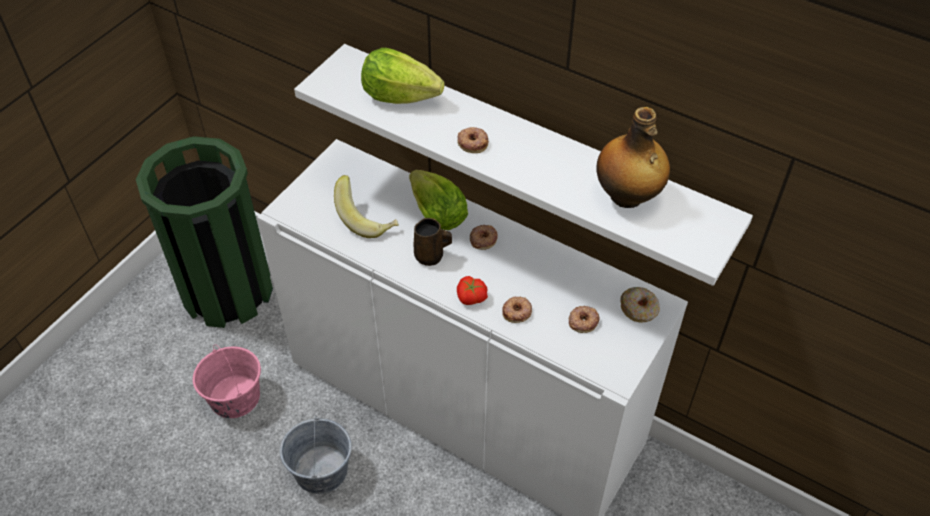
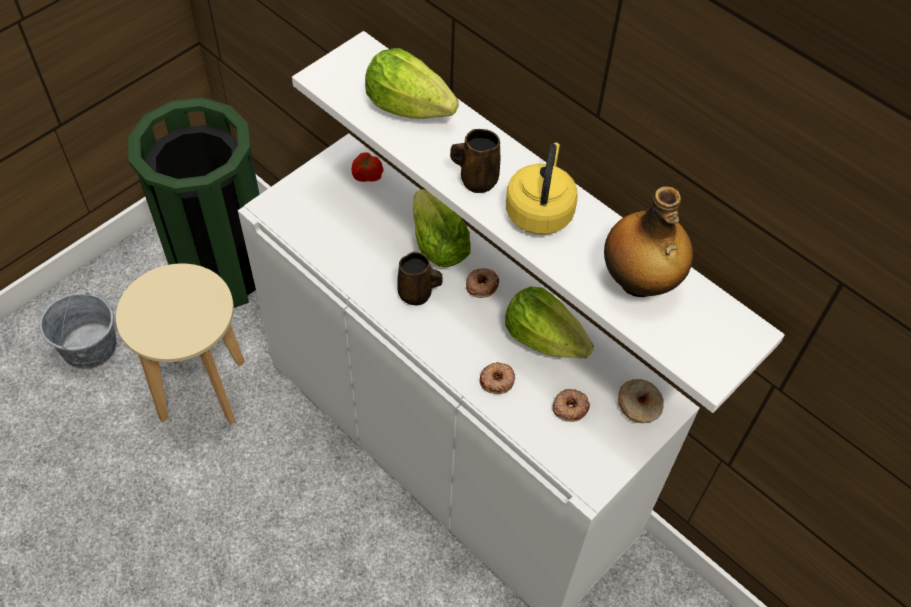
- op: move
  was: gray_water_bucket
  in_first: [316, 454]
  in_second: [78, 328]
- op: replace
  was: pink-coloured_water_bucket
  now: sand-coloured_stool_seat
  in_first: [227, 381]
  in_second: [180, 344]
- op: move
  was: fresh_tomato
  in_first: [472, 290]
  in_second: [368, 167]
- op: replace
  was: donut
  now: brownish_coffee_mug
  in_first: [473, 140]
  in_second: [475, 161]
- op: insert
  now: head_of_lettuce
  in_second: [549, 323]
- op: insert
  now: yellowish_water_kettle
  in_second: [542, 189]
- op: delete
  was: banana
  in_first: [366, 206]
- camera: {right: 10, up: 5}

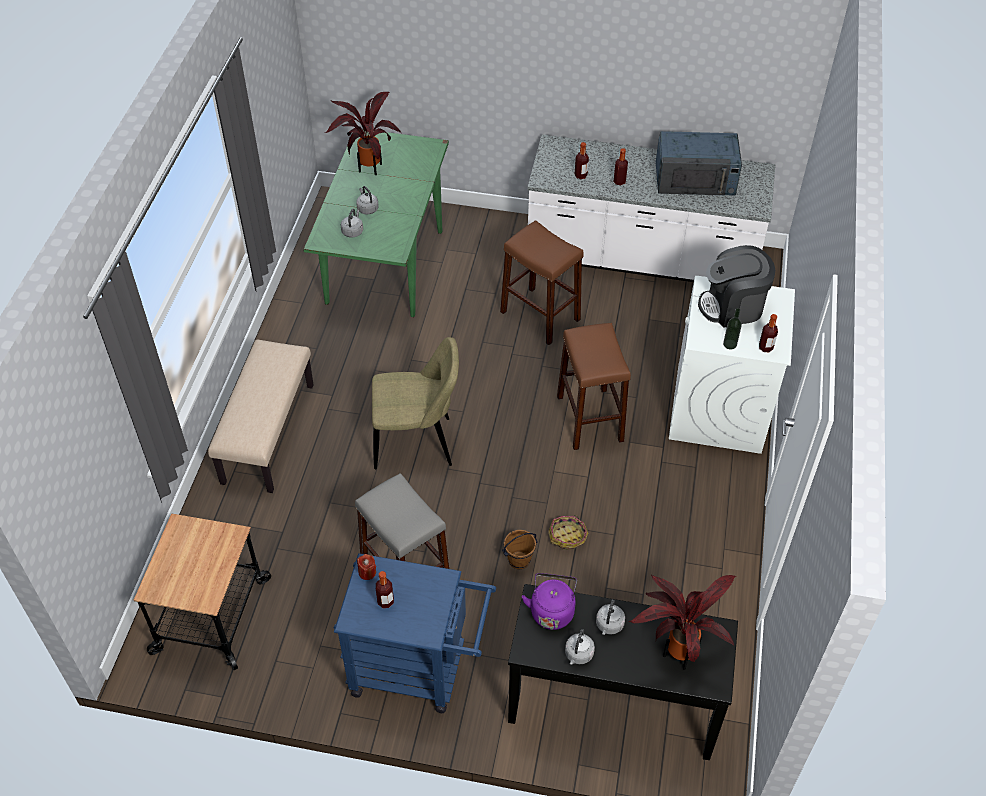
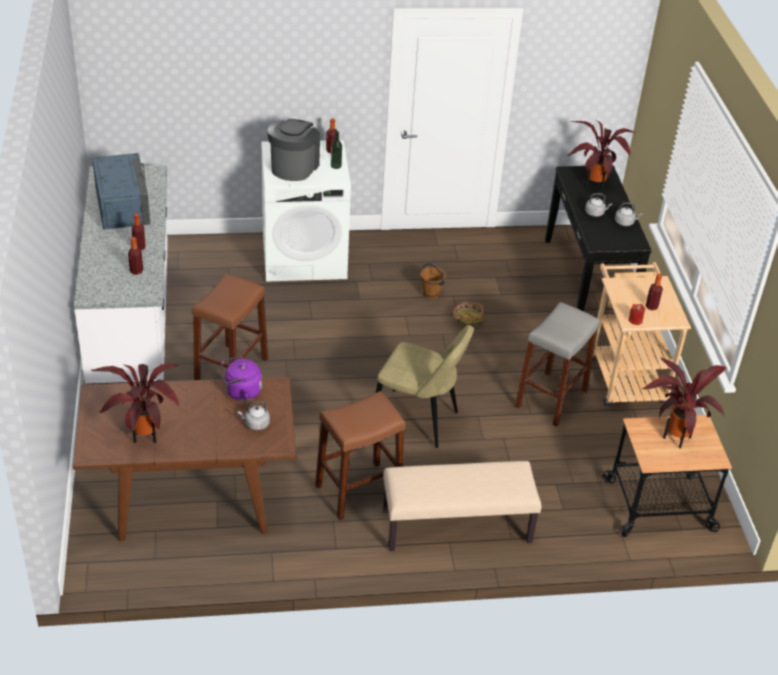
- op: recolor
  was: green-coloured_dinner_table
  now: brownish_dinner_table
  in_first: [376, 223]
  in_second: [184, 459]
- op: move
  was: purple_water_kettle
  in_first: [549, 601]
  in_second: [241, 378]
- op: rotate
  was: coffee_brewer
  in_first: [736, 286]
  in_second: [293, 150]
  clockwise: -135
- op: move
  was: brownish_stool_seat
  in_first: [594, 386]
  in_second: [360, 455]
- op: rotate
  was: sand-coloured_plain_chair
  in_first: [415, 403]
  in_second: [425, 386]
  clockwise: 135
- op: move
  was: brownish_water_bucket
  in_first: [520, 549]
  in_second: [433, 281]
- op: recolor
  was: blue_trolley
  now: sand-coloured_trolley
  in_first: [415, 633]
  in_second: [642, 334]
- op: insert
  now: plant_in_a_pot
  in_second: [684, 402]
- op: delete
  was: gray_water_kettle
  in_first: [367, 200]
- camera: {right: -110, up: -10}

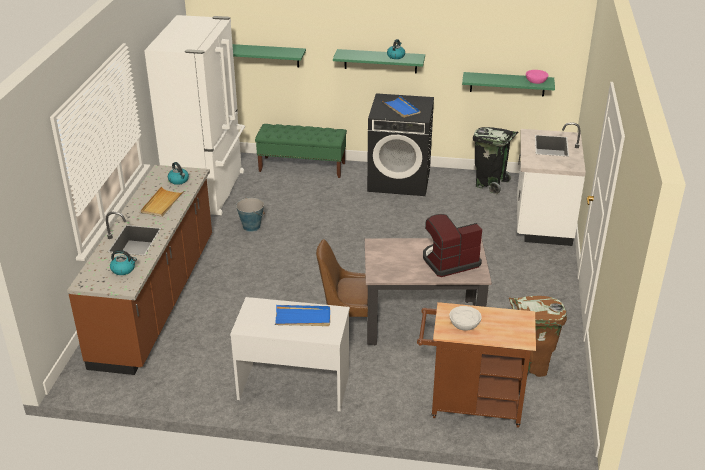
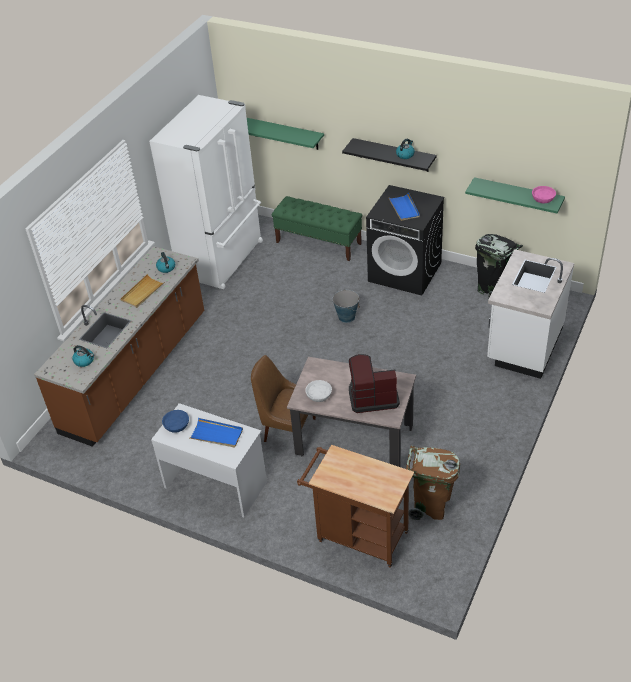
- op: insert
  now: blue_deep_dish
  in_second: [175, 421]
- op: move
  was: white-coloured_deep_dish
  in_first: [465, 318]
  in_second: [318, 391]
- op: move
  was: water_bucket
  in_first: [250, 214]
  in_second: [346, 306]
- op: recolor
  was: green-coloured_bracket_shelf
  now: black-coloured_bracket_shelf
  in_first: [379, 61]
  in_second: [389, 155]
- camera: {right: 20, up: 10}

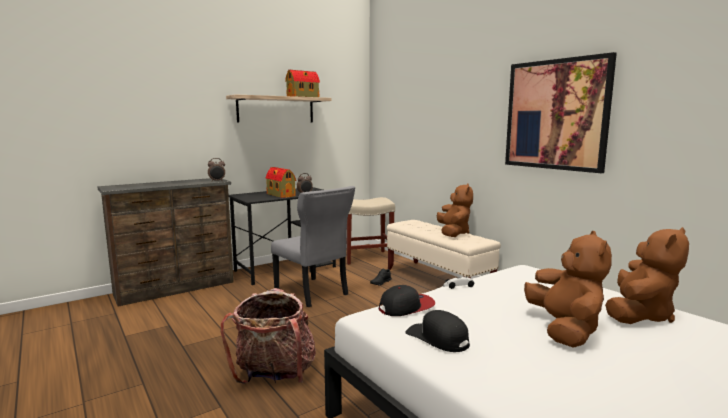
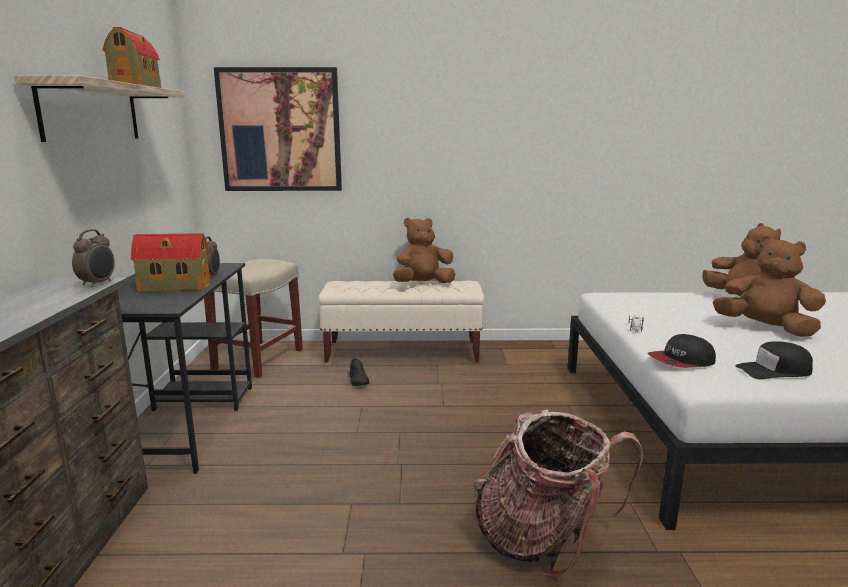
- op: move
  was: picture
  in_first: [561, 112]
  in_second: [278, 129]
- op: rotate
  was: brownish_soft_toy
  in_first: [455, 210]
  in_second: [424, 250]
  clockwise: -60
- op: rotate
  was: cap
  in_first: [407, 300]
  in_second: [682, 351]
  clockwise: -120
- op: delete
  was: gray_plain_chair
  in_first: [313, 246]
- camera: {right: -55, up: 5}

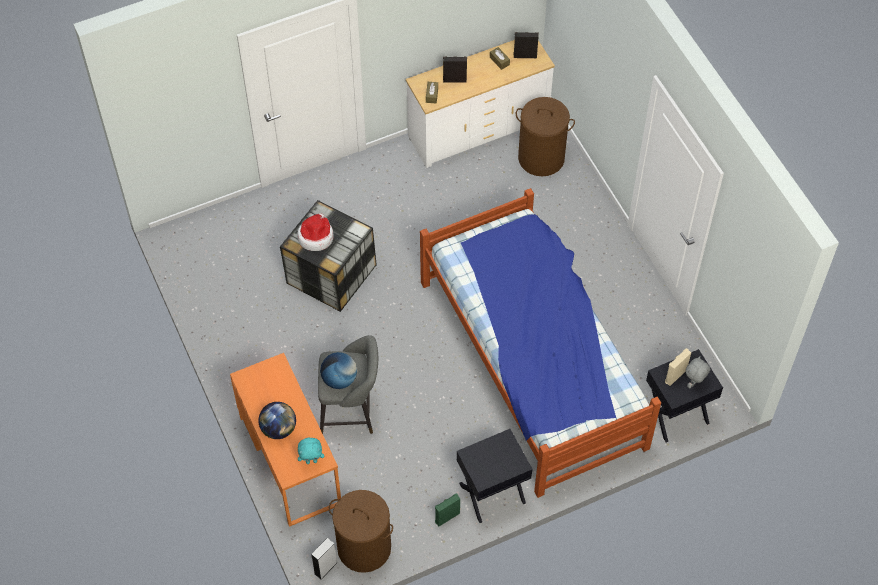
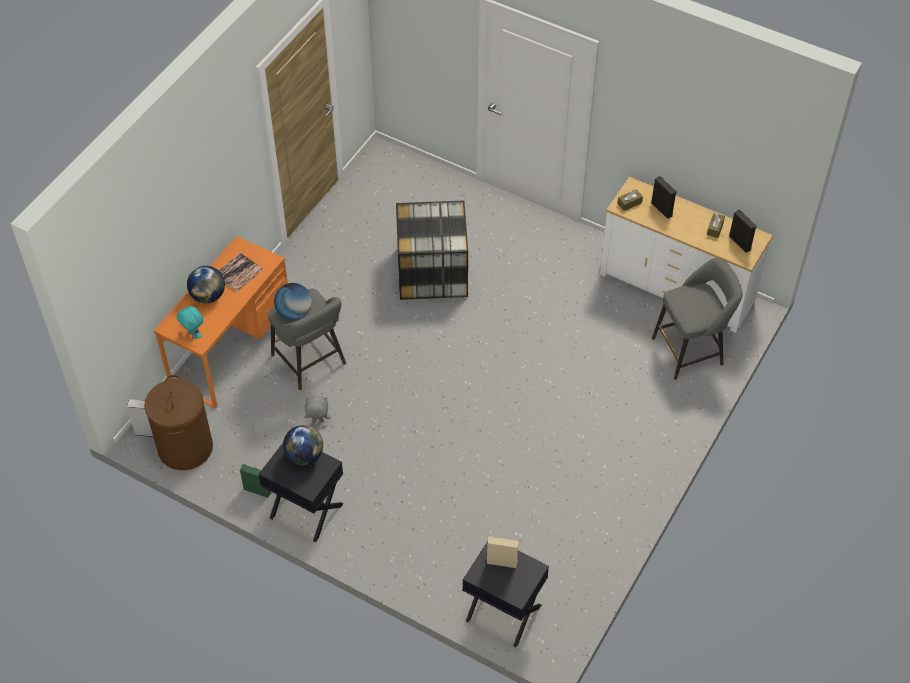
- op: insert
  now: bound_book
  in_second: [241, 272]
- op: insert
  now: desk_globe
  in_second: [303, 445]
- op: move
  was: gray_soft_toy
  in_first: [698, 372]
  in_second: [318, 409]
- op: replace
  was: brownish_laundry_basket
  now: gray_stool_seat
  in_first: [545, 136]
  in_second: [697, 319]
- op: delete
  was: wearable_hat
  in_first: [315, 232]
- op: delete
  was: sleeping_bed
  in_first: [540, 343]
- camera: {right: 55, up: -5}

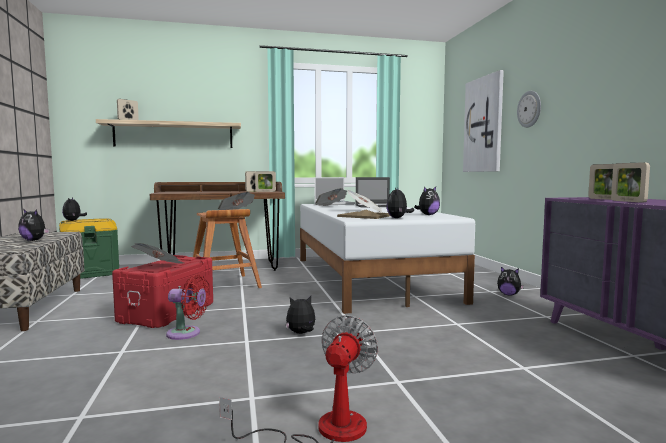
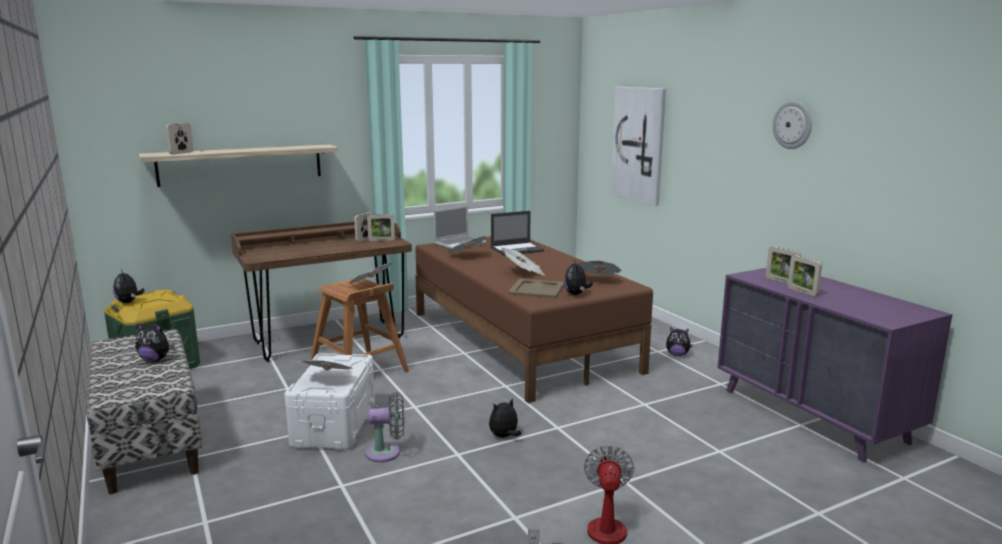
- op: recolor
  was: red-coloured_storage_box
  now: white-coloured_storage_box
  in_first: [162, 291]
  in_second: [330, 401]
- op: recolor
  was: red-coloured_fan
  now: gray_fan
  in_first: [187, 307]
  in_second: [384, 427]
- op: recolor
  was: white-coloured_sleeping_bed
  now: brownish_sleeping_bed
  in_first: [387, 258]
  in_second: [534, 319]
- op: replace
  was: soft_toy
  now: daily_paper
  in_first: [427, 200]
  in_second: [599, 268]
- op: move
  was: clock_on_the_wall
  in_first: [529, 109]
  in_second: [792, 125]
- camera: {right: -15, up: 10}

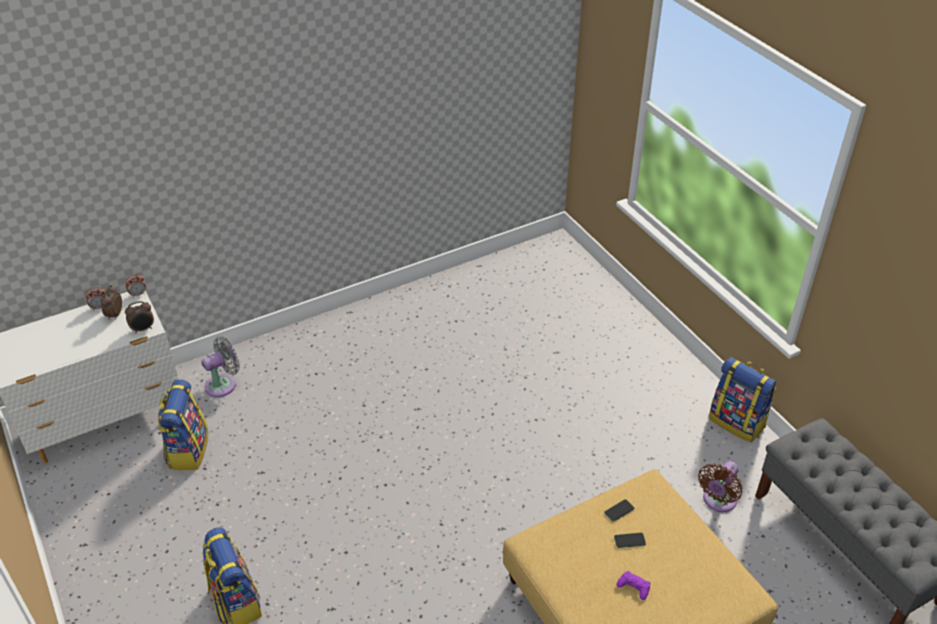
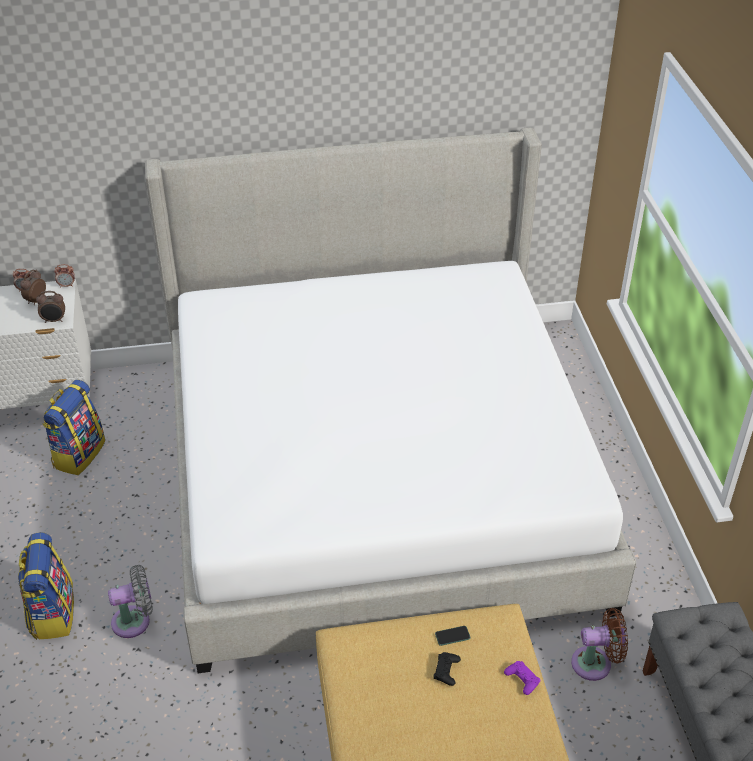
- op: move
  was: gray_fan
  in_first: [220, 366]
  in_second: [130, 601]
- op: insert
  now: sleeping_bed
  in_second: [390, 400]
- op: replace
  was: phone
  now: black-coloured_joypad
  in_first: [630, 540]
  in_second: [447, 669]
- op: move
  was: purple_joypad
  in_first: [633, 585]
  in_second: [522, 678]
- op: rotate
  was: brownish_fan
  in_first: [720, 486]
  in_second: [599, 644]
  clockwise: -150
- op: delete
  was: knapsack
  in_first: [742, 399]
- camera: {right: 20, up: 0}

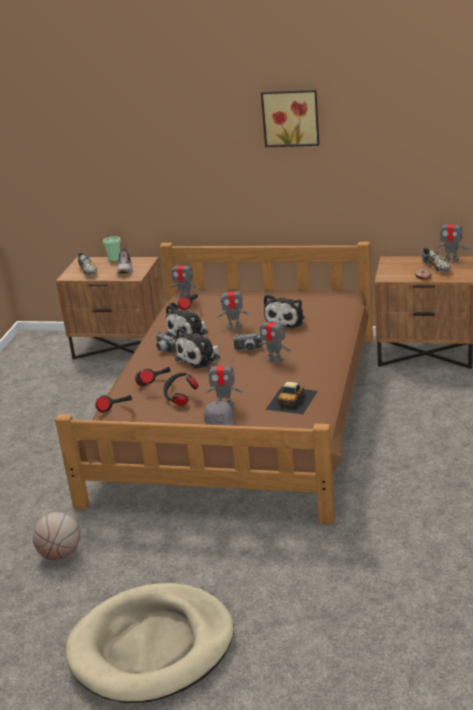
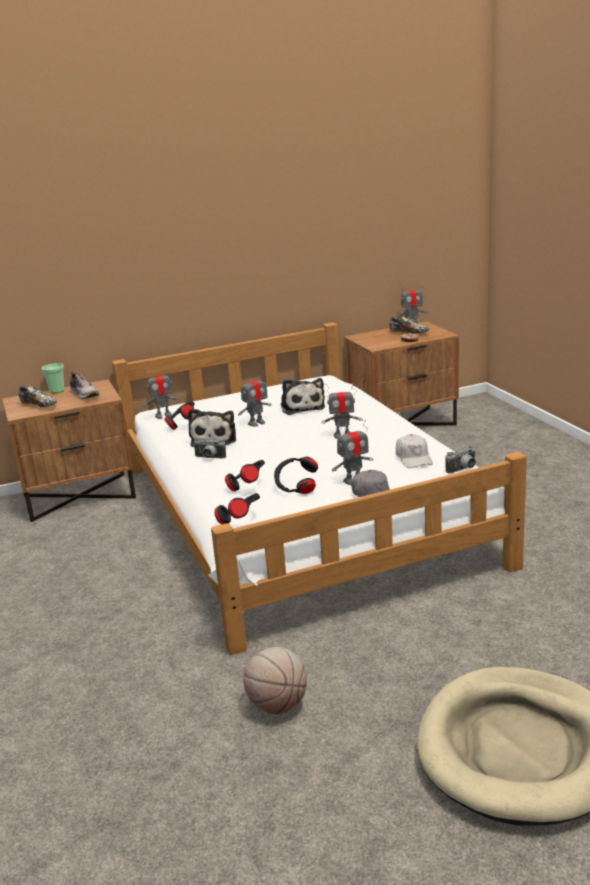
- op: recolor
  was: brownish_sleeping_bed
  now: white-coloured_sleeping_bed
  in_first: [214, 383]
  in_second: [319, 488]
- op: replace
  was: toy_car
  now: white-coloured_cap
  in_first: [291, 398]
  in_second: [414, 451]
- op: move
  was: photo_camera
  in_first: [247, 341]
  in_second: [460, 459]
- op: delete
  was: soft_toy
  in_first: [197, 348]
- op: delete
  was: picture
  in_first: [290, 118]
- camera: {right: -35, up: -5}

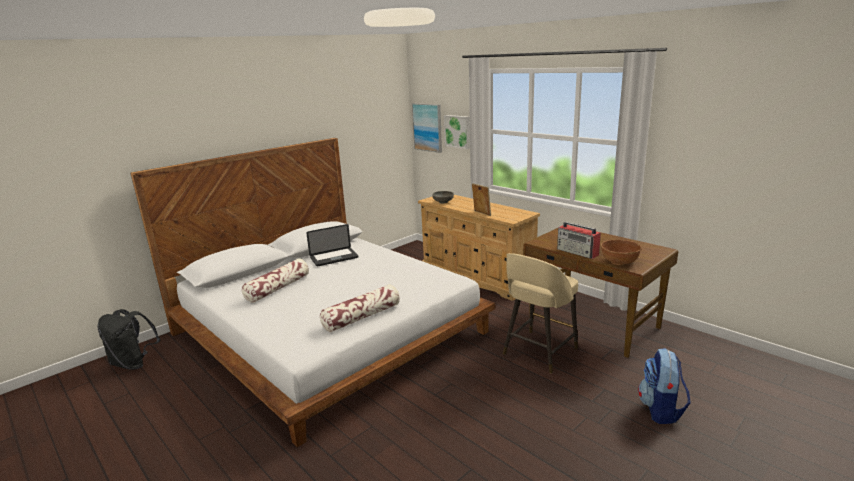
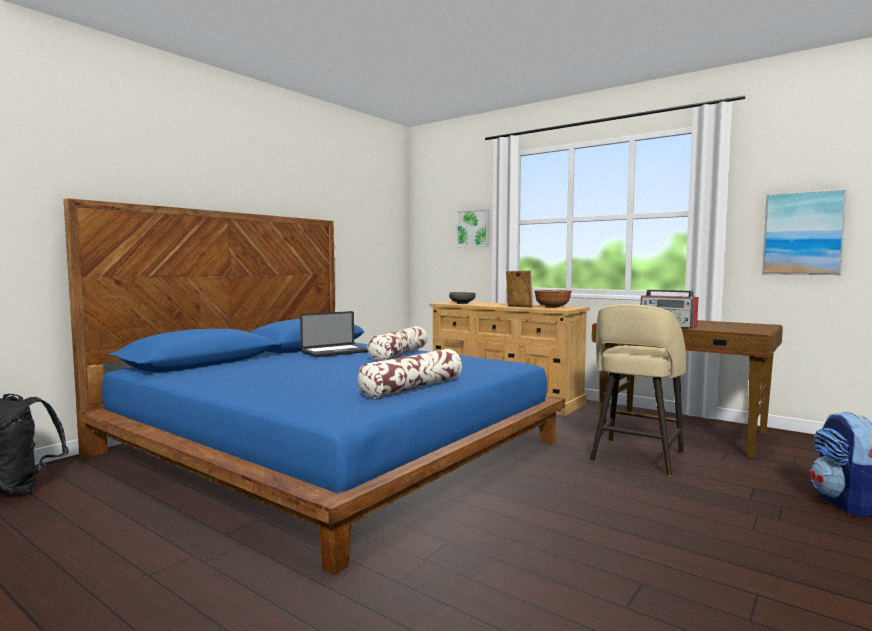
- op: recolor
  was: white-coloured_sleeping_bed
  now: blue_sleeping_bed
  in_first: [312, 292]
  in_second: [314, 386]
- op: move
  was: cushion
  in_first: [275, 280]
  in_second: [397, 343]
- op: move
  was: brownish_deep_dish
  in_first: [621, 252]
  in_second: [553, 299]
- op: move
  was: picture
  in_first: [427, 128]
  in_second: [804, 232]
- camera: {right: -10, up: -15}

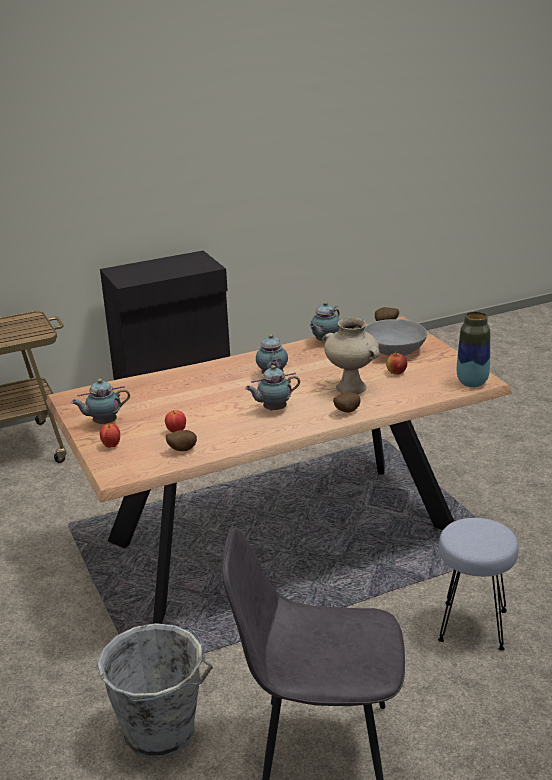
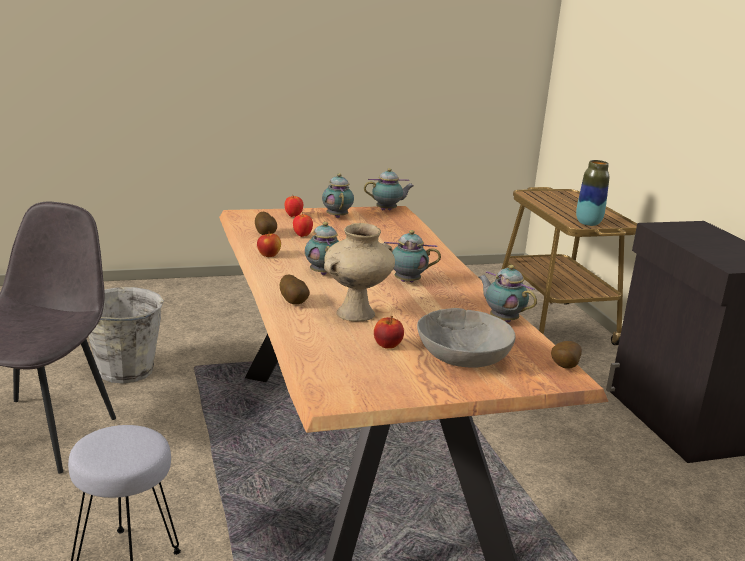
- op: insert
  now: apple
  in_second: [269, 244]
- op: insert
  now: teapot
  in_second: [389, 189]
- op: move
  was: vase
  in_first: [473, 349]
  in_second: [592, 193]
- camera: {right: 95, up: -5}

